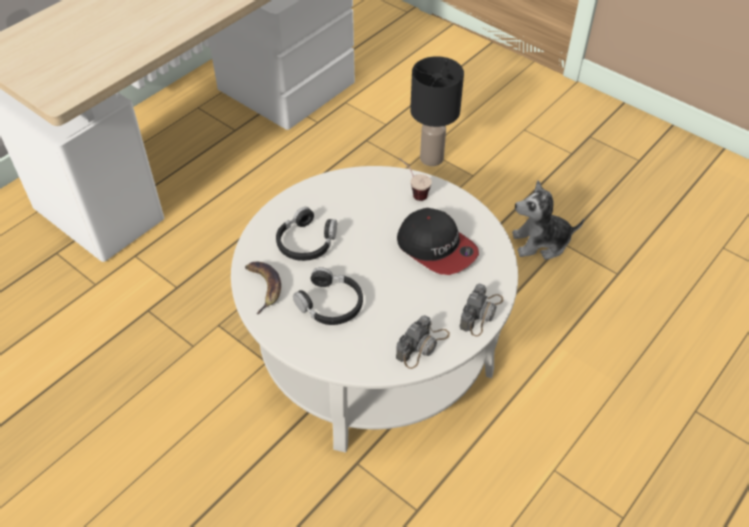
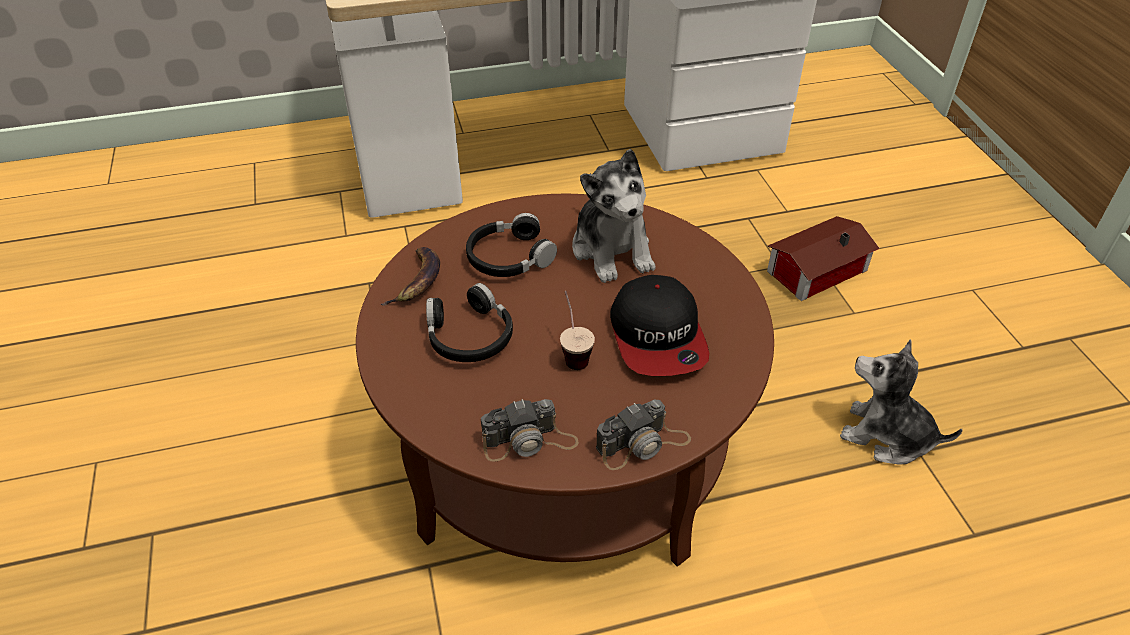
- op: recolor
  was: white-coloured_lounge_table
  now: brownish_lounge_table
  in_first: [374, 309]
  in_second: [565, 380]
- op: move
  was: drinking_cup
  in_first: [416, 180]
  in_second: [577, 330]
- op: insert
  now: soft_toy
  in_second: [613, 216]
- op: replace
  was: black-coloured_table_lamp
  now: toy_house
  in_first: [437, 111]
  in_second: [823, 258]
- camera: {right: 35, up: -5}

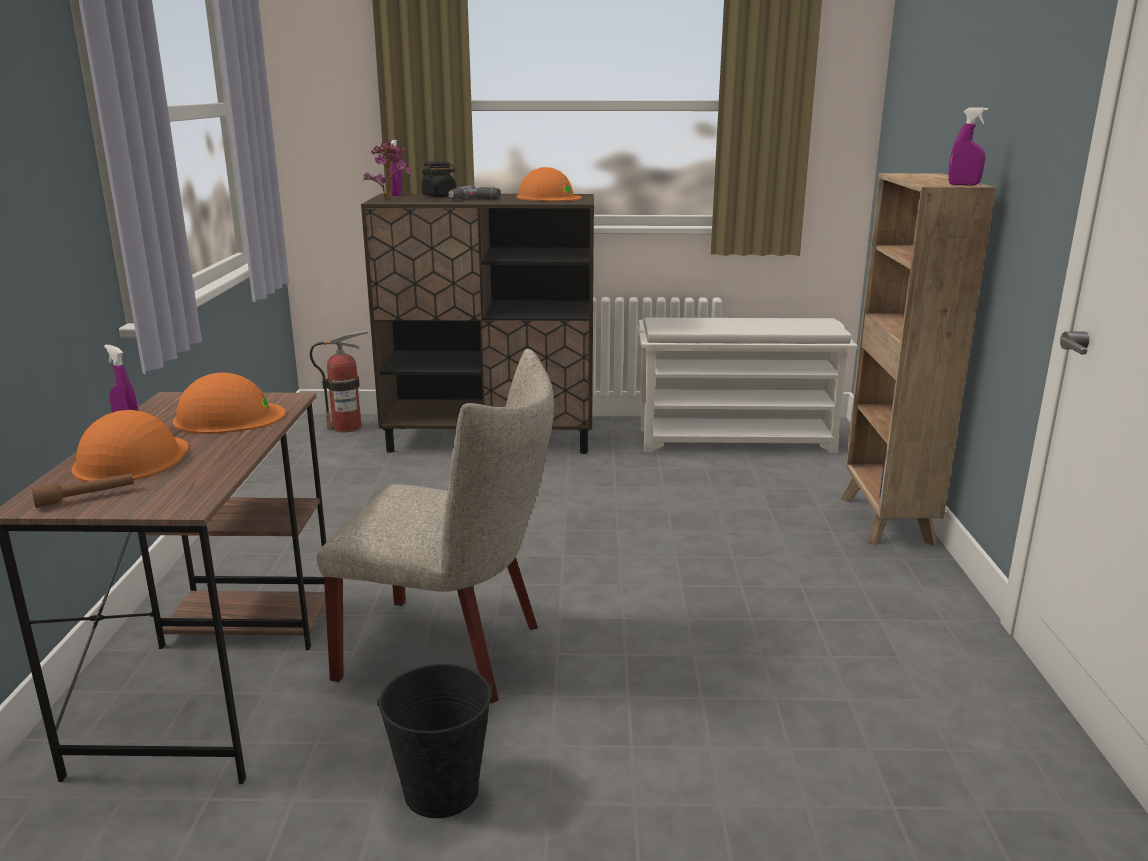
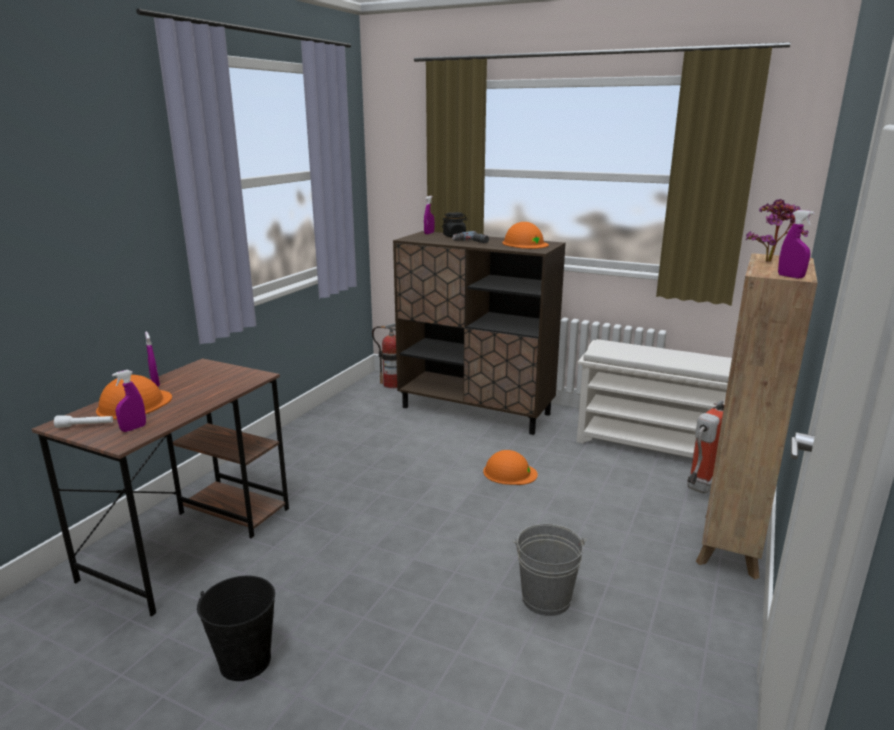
- op: recolor
  was: brownish_flashlight
  now: white-coloured_flashlight
  in_first: [82, 490]
  in_second: [83, 421]
- op: insert
  now: purple_sprayer
  in_second: [129, 401]
- op: move
  was: orange_hard_hat
  in_first: [229, 403]
  in_second: [510, 467]
- op: insert
  now: gray_water_bucket
  in_second: [549, 570]
- op: insert
  now: fire_extinguisher
  in_second: [705, 446]
- op: move
  was: plant_in_a_pot
  in_first: [387, 170]
  in_second: [777, 230]
- op: delete
  was: sand-coloured_plain_chair
  in_first: [435, 526]
- camera: {right: 25, up: 0}

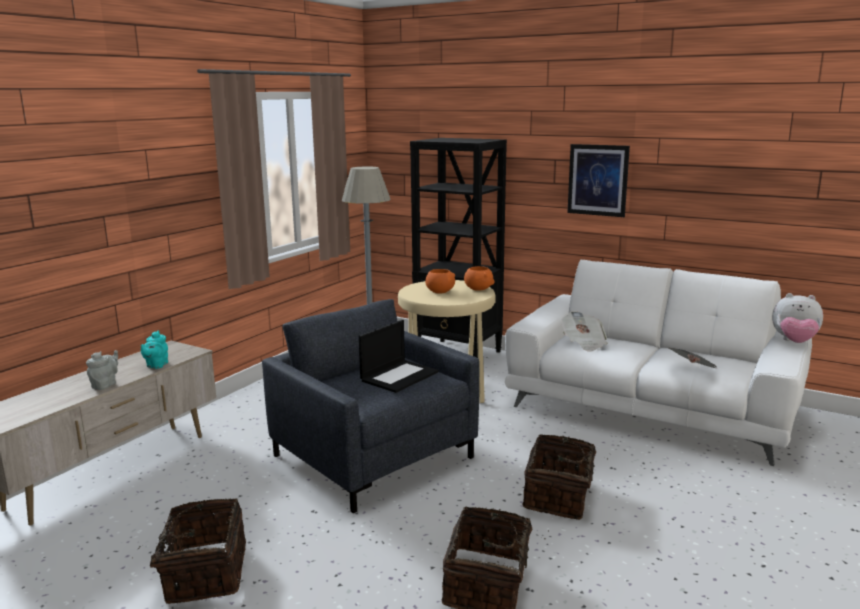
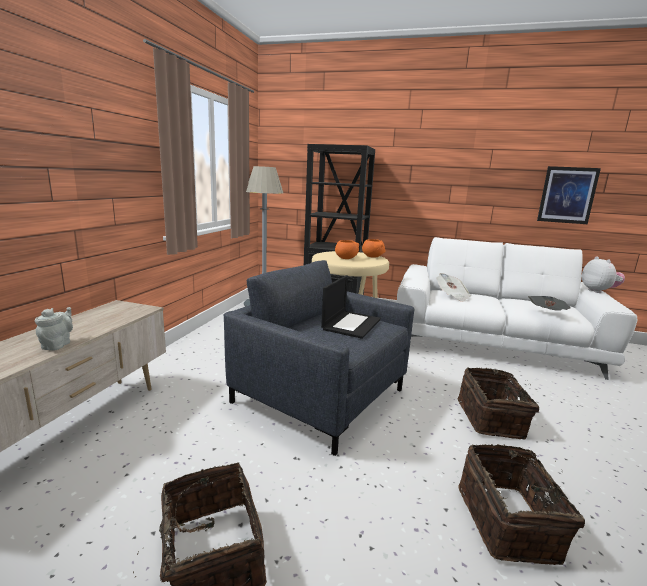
- op: move
  was: picture
  in_first: [598, 180]
  in_second: [569, 195]
- op: rotate
  was: soft_toy
  in_first: [797, 318]
  in_second: [603, 275]
  clockwise: -105
- op: delete
  was: turquoise-coloured_teapot
  in_first: [154, 349]
- camera: {right: -15, up: 0}

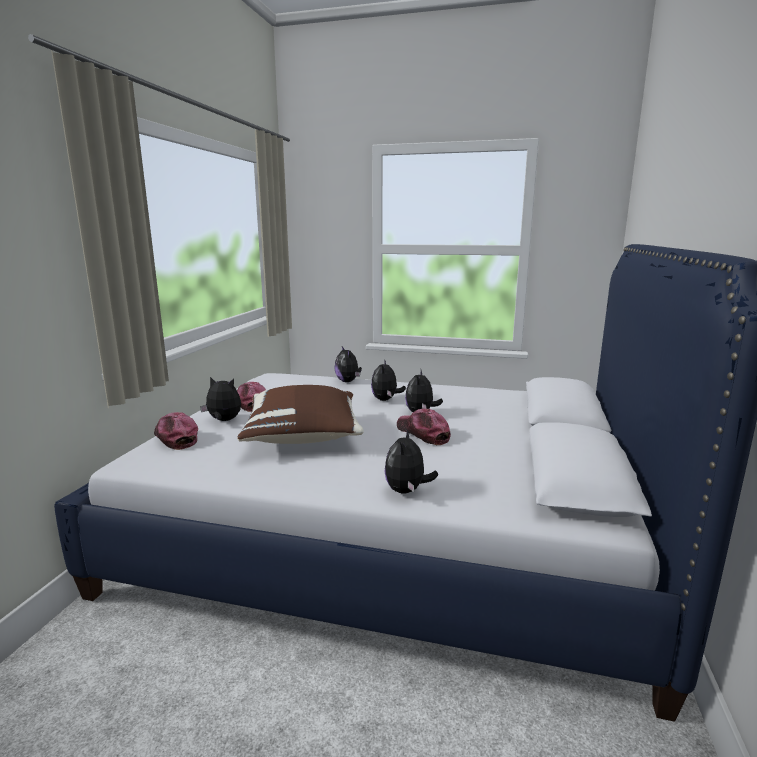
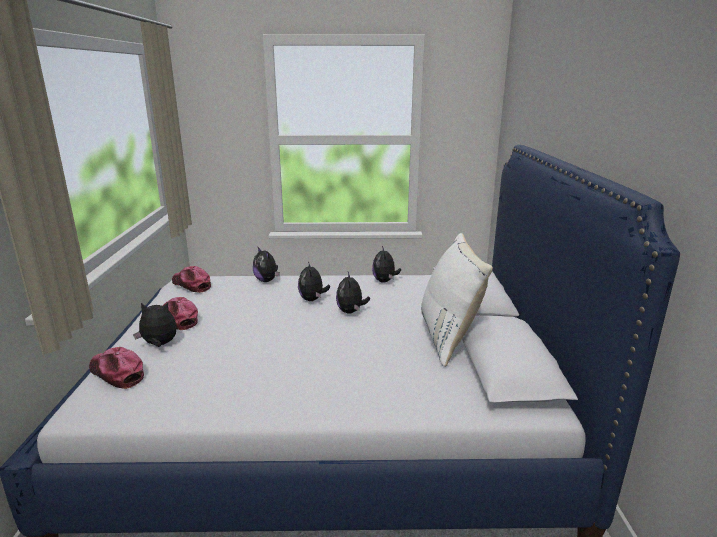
- op: move
  was: cap
  in_first: [424, 427]
  in_second: [191, 279]
- op: move
  was: soft_toy
  in_first: [411, 462]
  in_second: [386, 264]
- op: insert
  now: white-coloured_cushion
  in_second: [457, 300]
- op: delete
  was: brownish_cushion
  in_first: [301, 414]
- camera: {right: -15, up: 5}

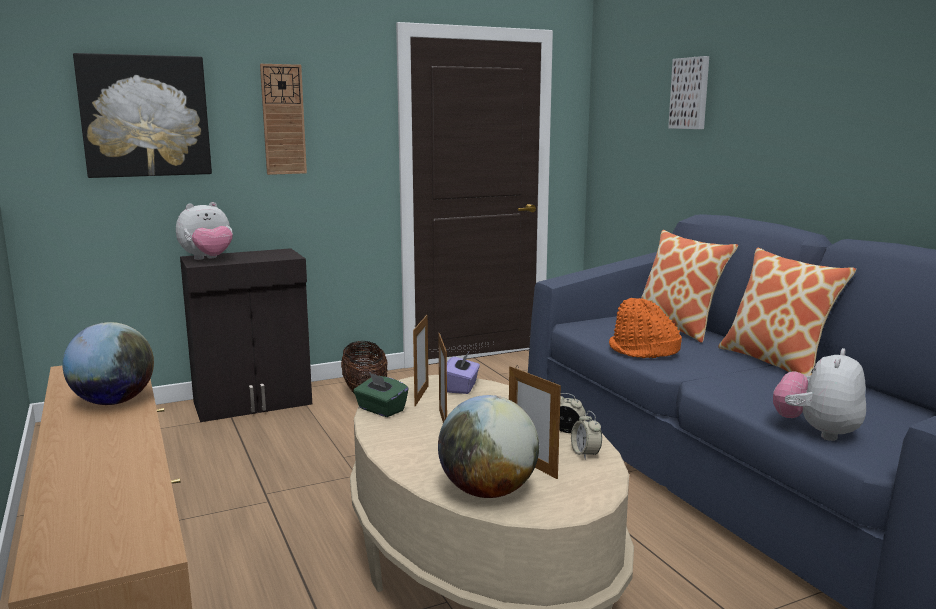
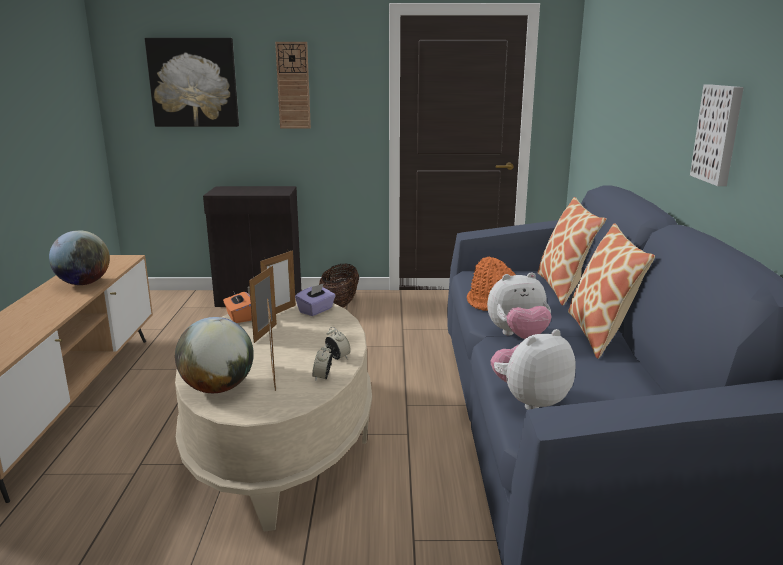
- op: recolor
  was: green-coloured_tissue_box
  now: orange_tissue_box
  in_first: [381, 394]
  in_second: [237, 307]
- op: move
  was: soft_toy
  in_first: [204, 231]
  in_second: [519, 305]
- op: move
  was: picture
  in_first: [688, 92]
  in_second: [717, 135]
- camera: {right: 25, up: 5}

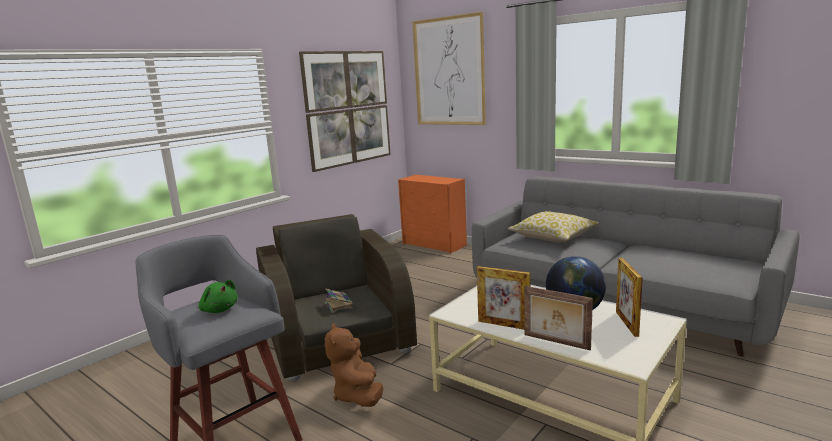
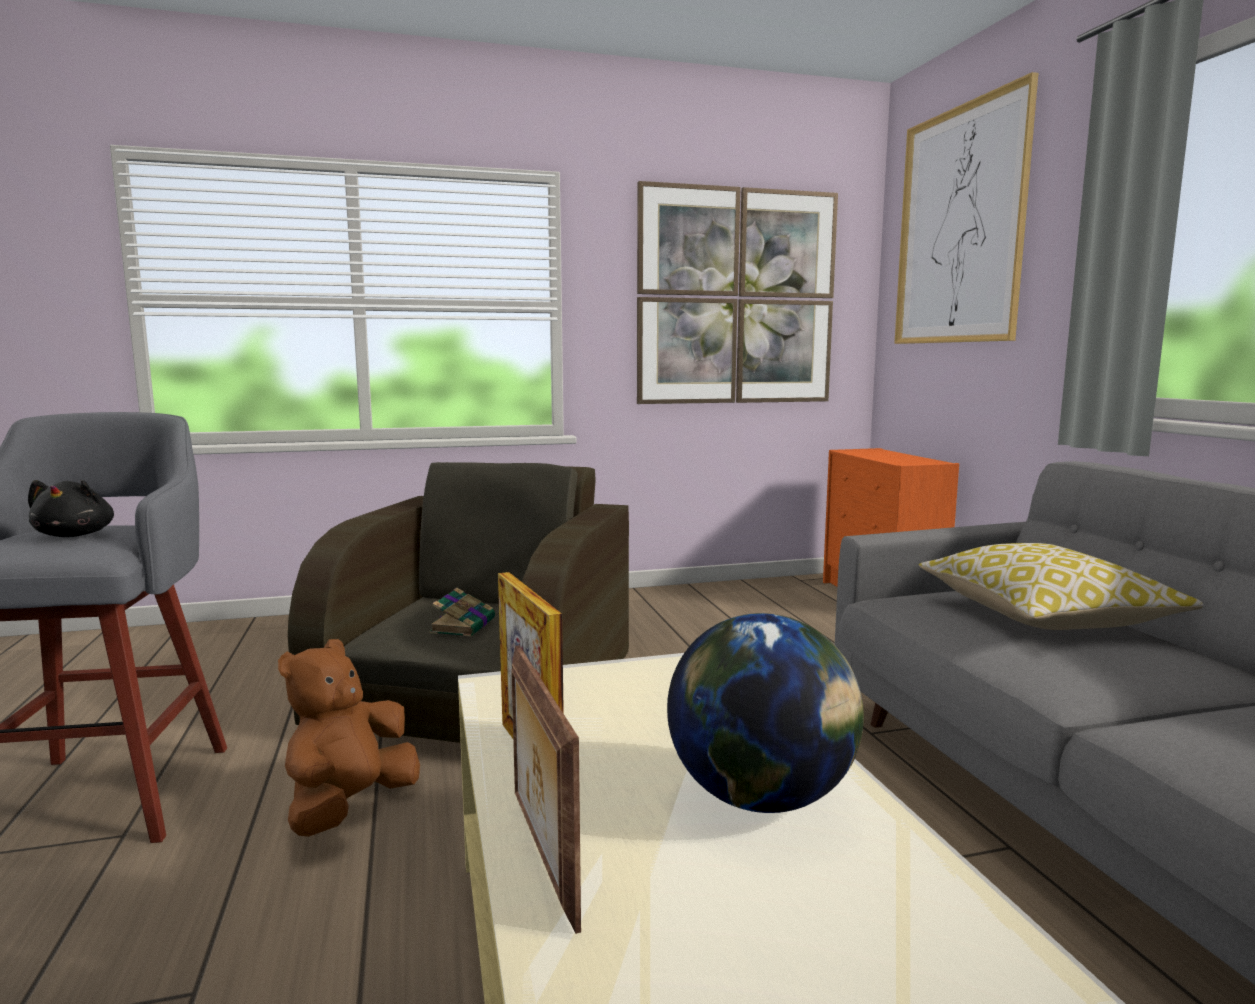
- op: recolor
  was: green-coloured_soft_toy
  now: black-coloured_soft_toy
  in_first: [218, 296]
  in_second: [71, 508]
- op: delete
  was: standing_frame
  in_first: [629, 297]
- camera: {right: 35, up: -5}

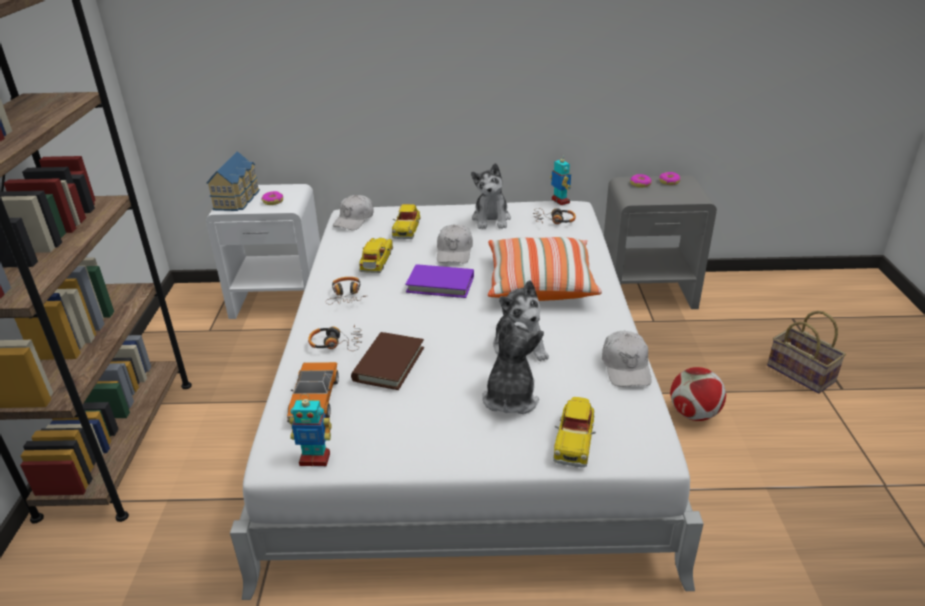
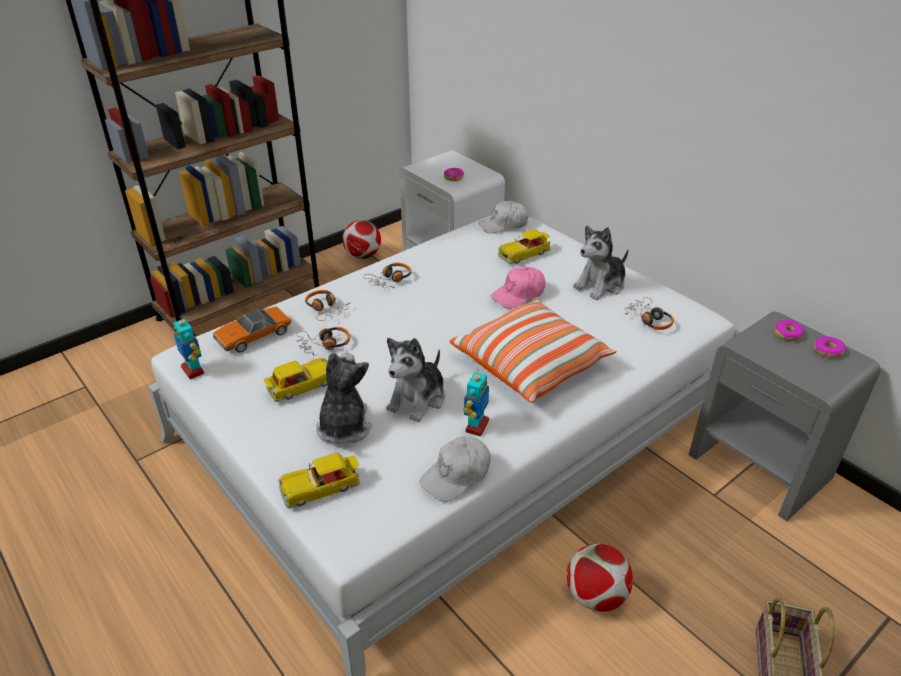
- op: move
  was: toy_car
  in_first: [376, 255]
  in_second: [296, 380]
- op: replace
  was: brownish_bound_book
  now: pair_of_headphones
  in_first: [387, 361]
  in_second: [323, 341]
- op: rotate
  was: soft_toy
  in_first: [513, 366]
  in_second: [344, 398]
  clockwise: -60
- op: insert
  now: football
  in_second: [361, 239]
- op: move
  was: model_robot
  in_first: [560, 179]
  in_second: [476, 403]
- op: recolor
  was: white-coloured_cap
  now: pink-coloured_cap
  in_first: [455, 244]
  in_second: [517, 287]
- op: delete
  was: toy_house
  in_first: [233, 181]
- op: delete
  was: purple_bound_book
  in_first: [439, 281]
- camera: {right: 50, up: 5}

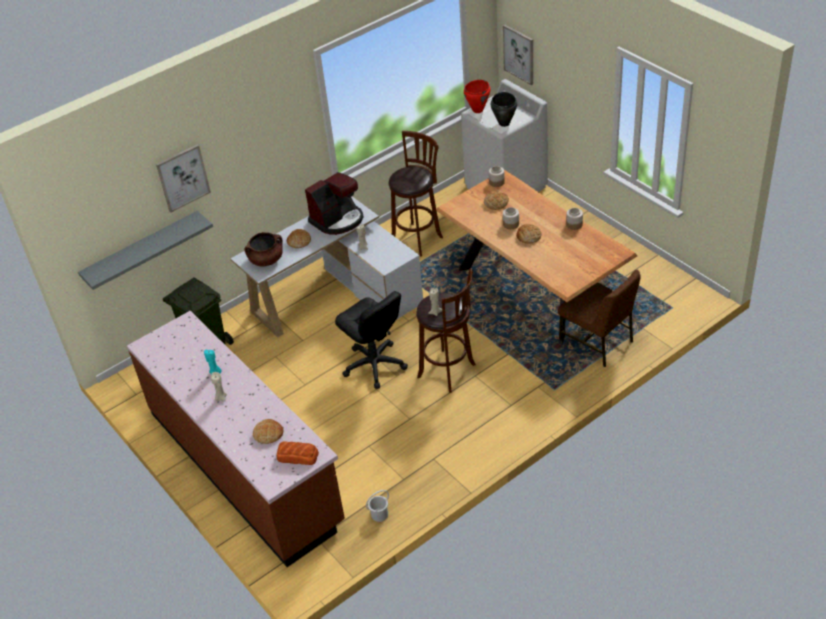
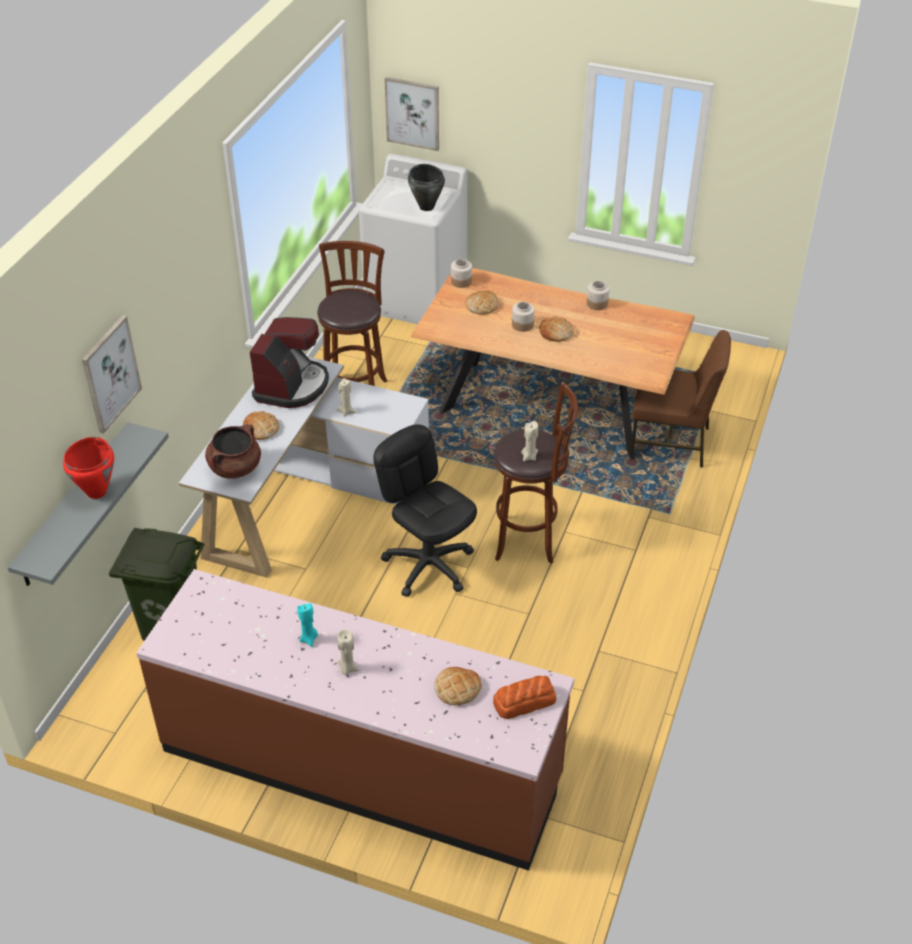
- op: move
  was: red-coloured_cooking_pot
  in_first: [477, 96]
  in_second: [88, 468]
- op: rotate
  was: black-coloured_office_chair
  in_first: [371, 340]
  in_second: [425, 510]
  clockwise: -150
- op: delete
  was: white-coloured_water_bucket
  in_first: [377, 506]
- camera: {right: -35, up: 0}

